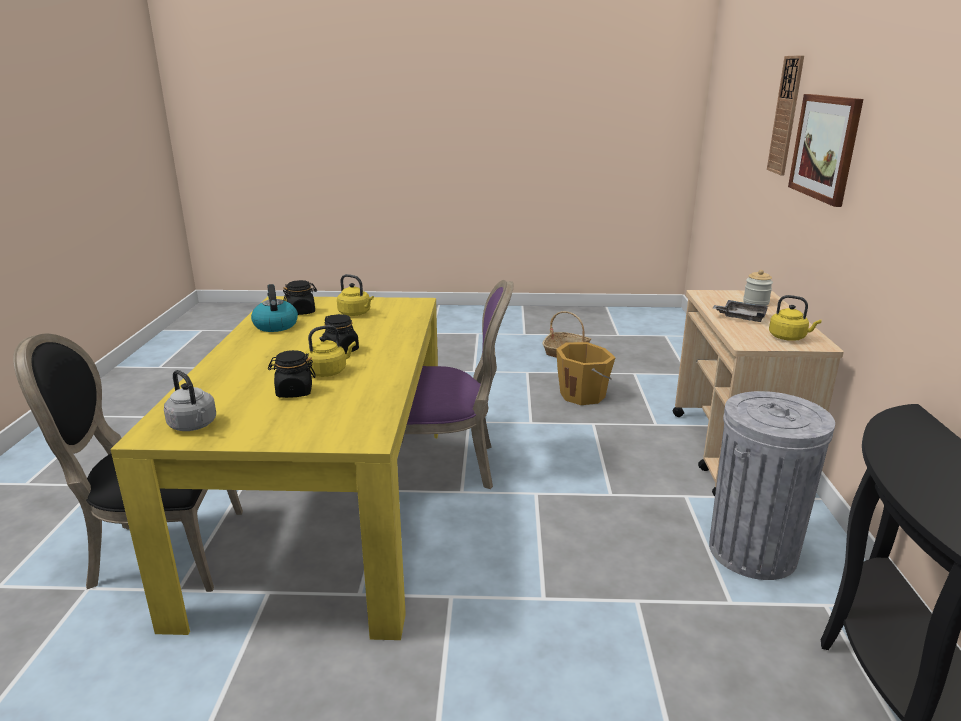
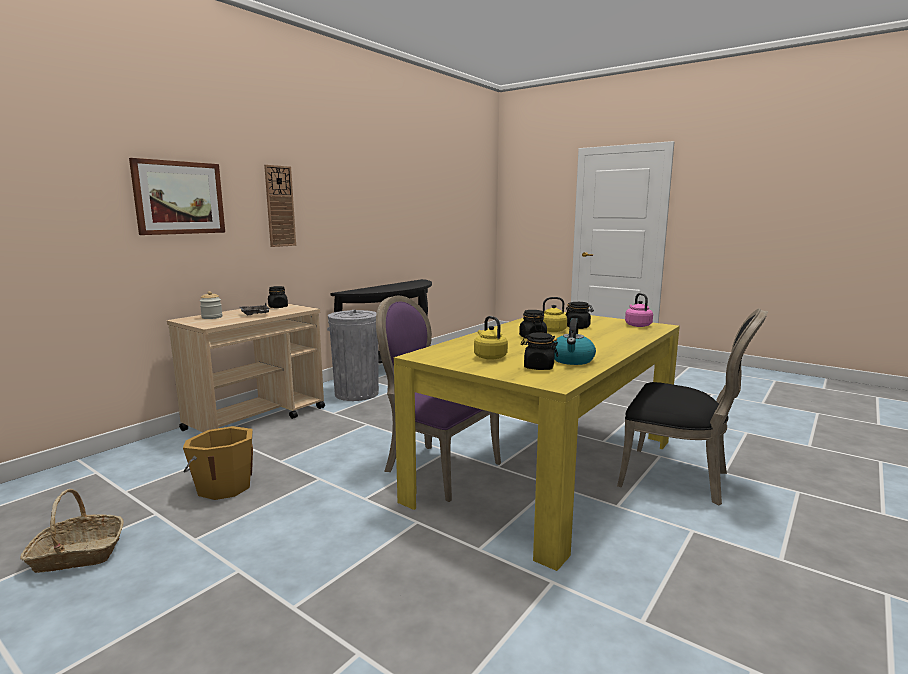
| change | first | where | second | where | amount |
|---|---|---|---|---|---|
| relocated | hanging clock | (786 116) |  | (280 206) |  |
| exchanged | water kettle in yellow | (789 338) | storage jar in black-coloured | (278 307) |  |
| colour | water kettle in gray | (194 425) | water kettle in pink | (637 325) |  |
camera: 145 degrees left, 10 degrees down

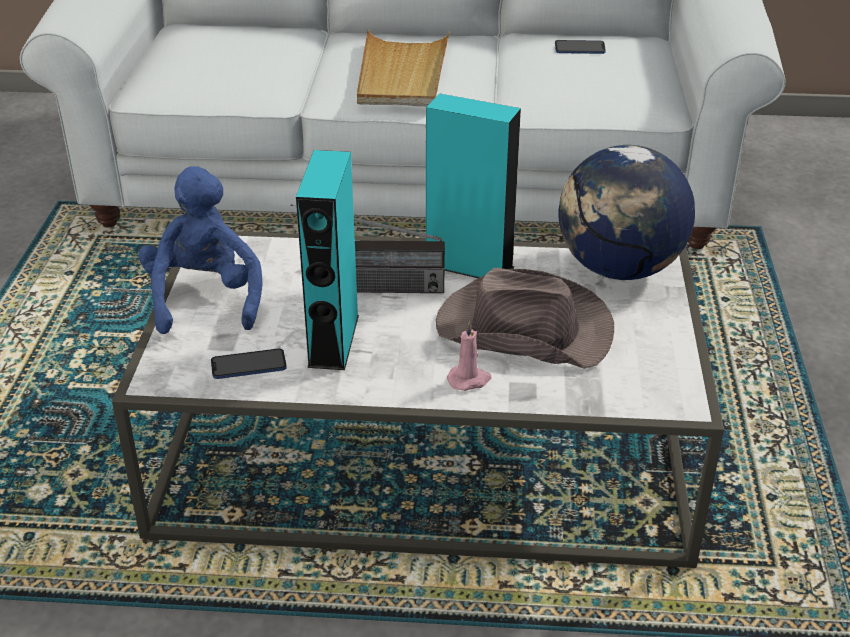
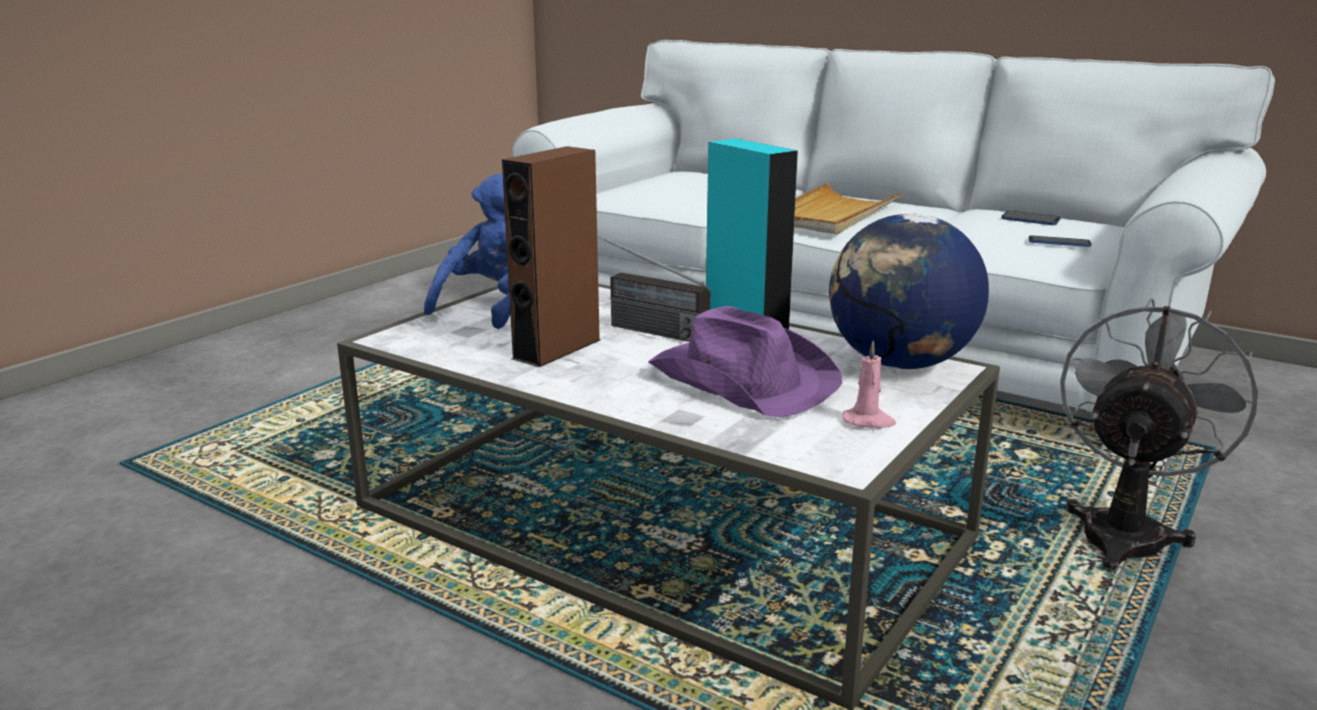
| change | first | where | second | where | amount |
|---|---|---|---|---|---|
| colour | audio speaker in turquoise | (333 340) | audio speaker in brown | (557 349) |  |
| colour | hat in brown | (522 328) | hat in purplish | (741 379) |  |
| relocated | candle in pink | (469 380) |  | (869 421) |  |
| relocated | telephone | (248 366) |  | (1059 243) |  |
| appeared |  |  | cooling fan in gray | (1126 532) |  |
camera: 30 degrees right, 15 degrees down

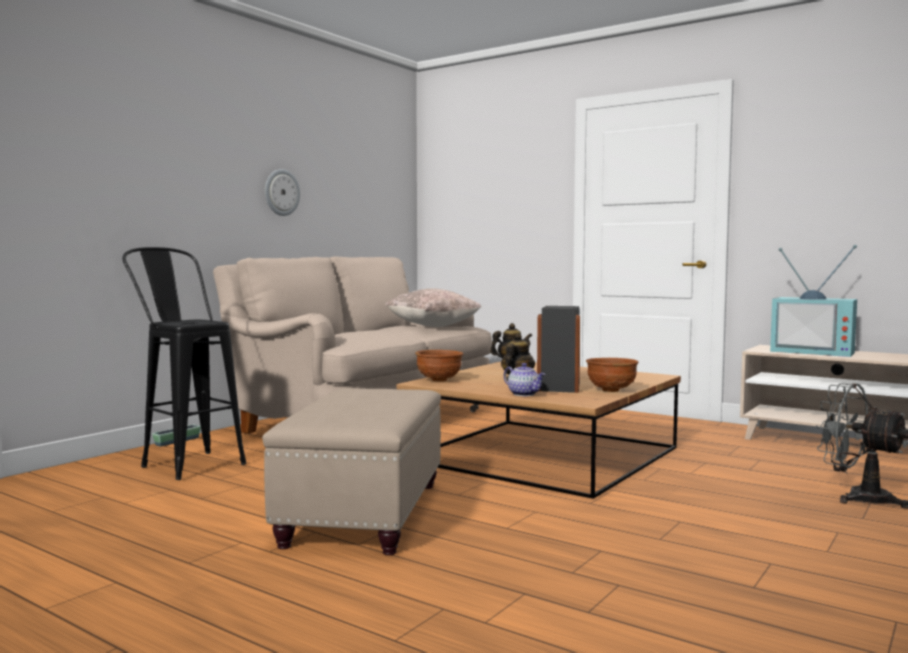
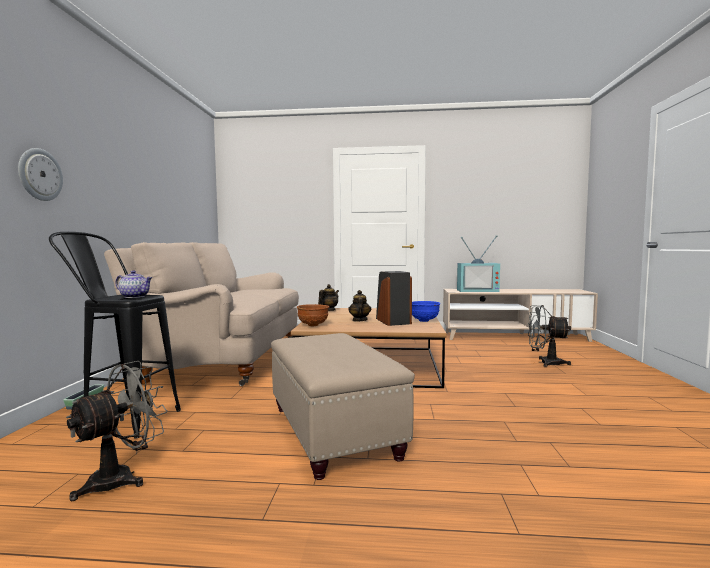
| change | first | where | second | where | amount |
|---|---|---|---|---|---|
| relocated | hanging clock | (281 192) |  | (40 174) |  |
| appeared |  |  | cooling fan in gray | (122 478) |  |
| relocated | teapot | (524 394) |  | (135 297) |  |
| colour | bowl in brown | (611 390) | bowl in bluish | (424 320) |  |
| missing | pillow in beige | (432 326) |  |  |  |
camera: 30 degrees left, 0 degrees up

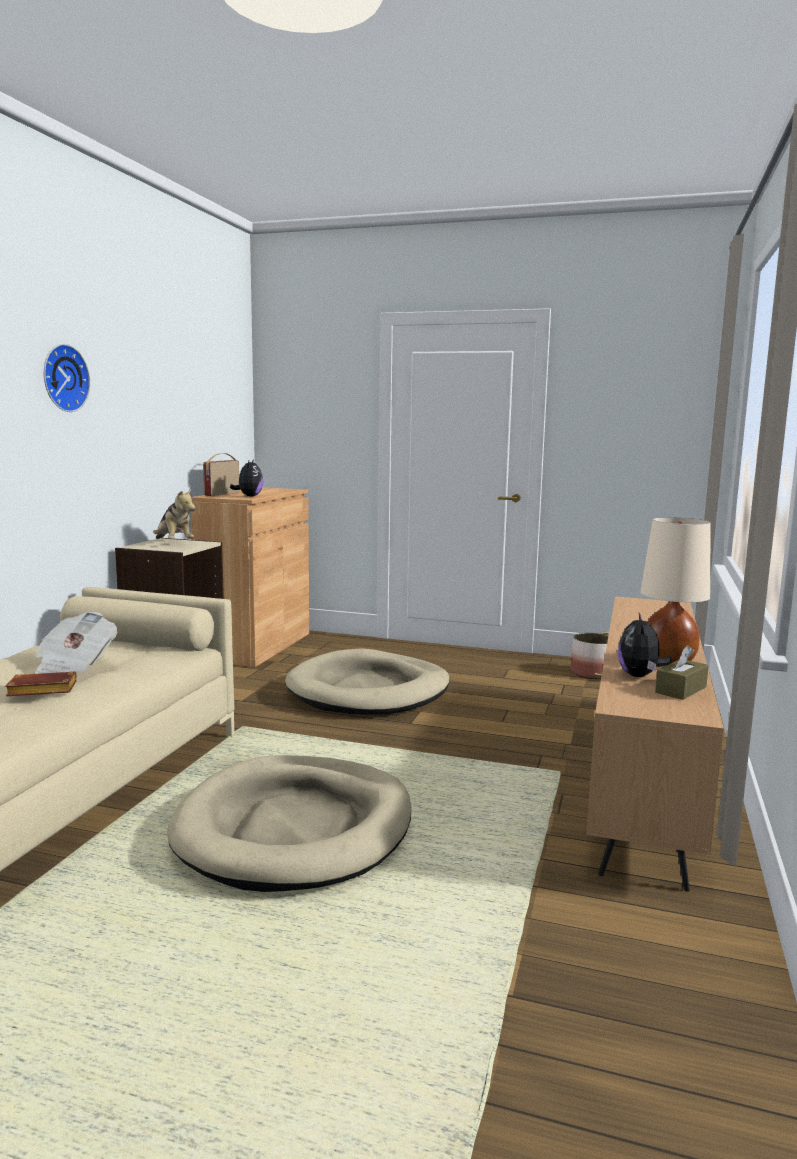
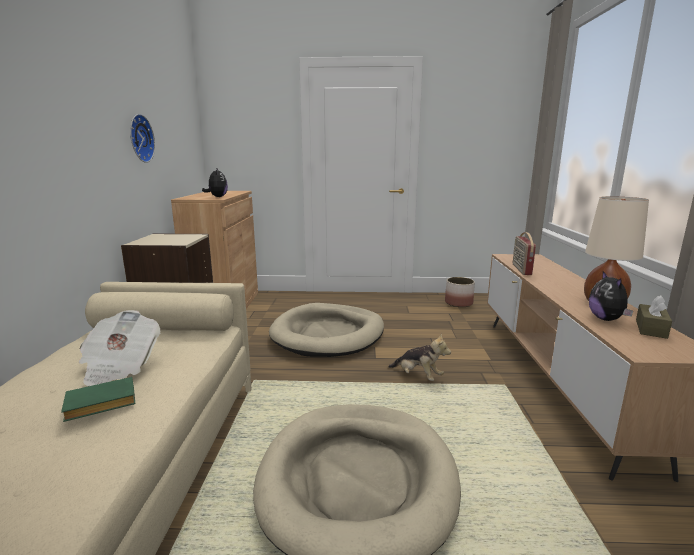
| change | first | where | second | where | amount |
|---|---|---|---|---|---|
| colour | bound book in brown | (40 691) | bound book in green-coloured | (99 405) |  |
| relocated | hanging clock | (62 378) |  | (139 138) |  |
| relocated | soft toy | (174 543) |  | (418 376) |  |
| relocated | radio set | (221 494) |  | (521 269) |  |
camera: 15 degrees left, 5 degrees up

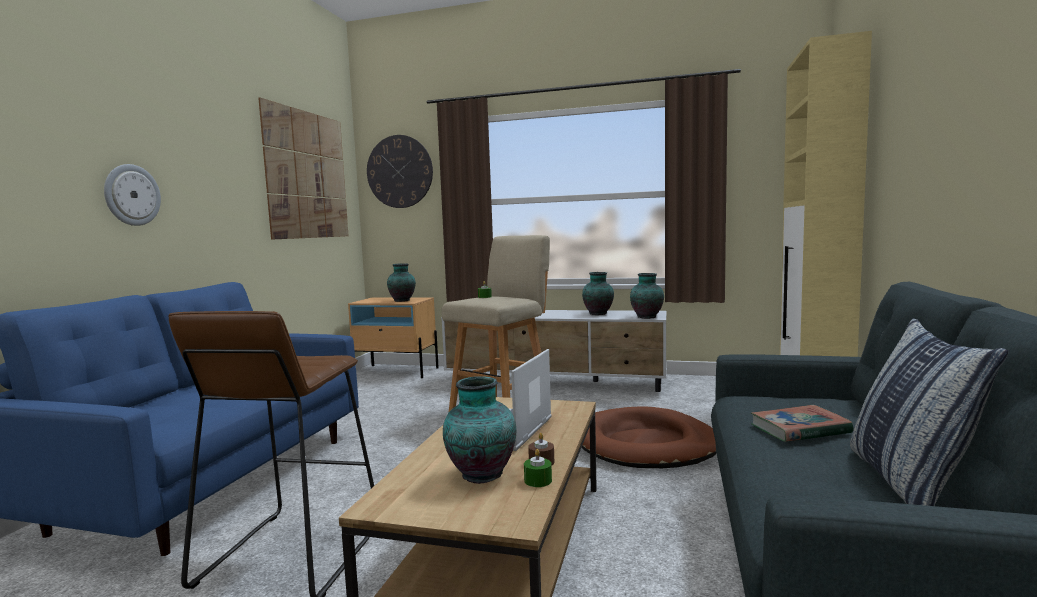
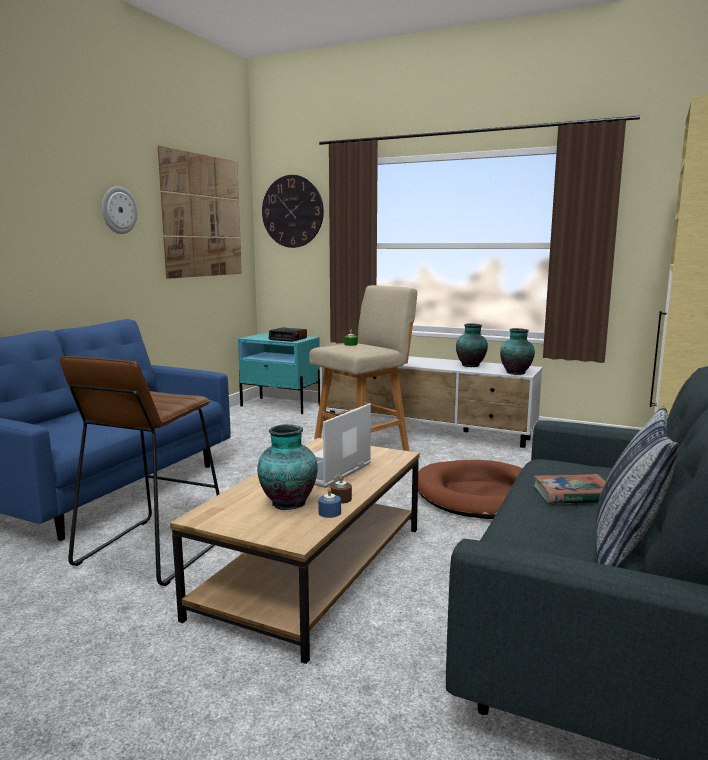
| change | first | where | second | where | amount |
|---|---|---|---|---|---|
| relocated | hanging clock | (131 195) |  | (118 210) |  |
| colour | bedside table in beige | (396 371) | bedside table in turquoise | (281 405) |  |
| exchanged | decorative vase | (403 300) | bedside clock | (288 339) |  |
| colour | candle in green-coloured | (538 480) | candle in bluish | (329 512) |  |
camera: 10 degrees right, 5 degrees up

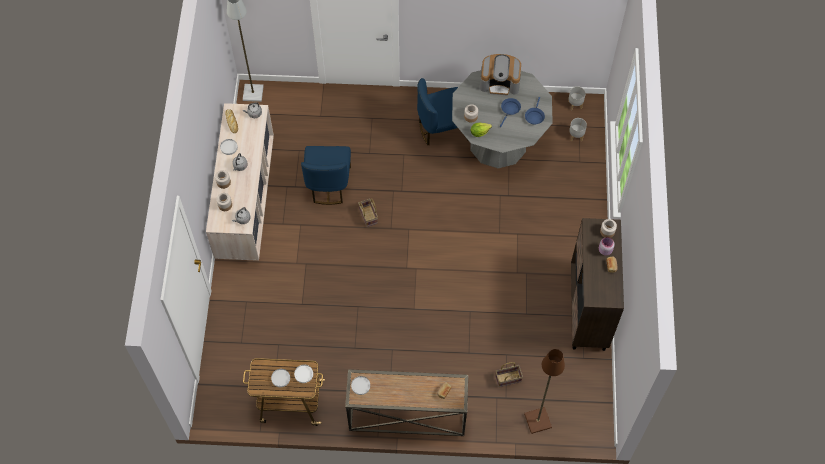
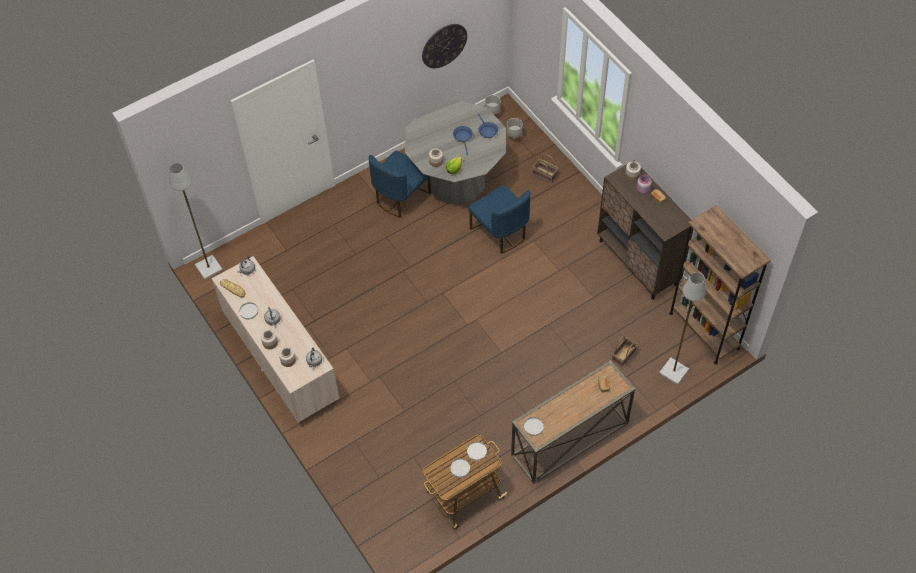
| change | first | where | second | where | amount |
|---|---|---|---|---|---|
| appeared |  |  | hanging clock | (444 45) |  |
| relocated | upright chair in bluish | (328 184) |  | (500 232) |  |
| relocated | household basket | (369 216) |  | (545 175) |  |
| colour | standard lamp in brown | (537 420) | standard lamp in gray | (673 372) |  |
| appeared |  |  | shelving unit in brown | (704 330) |  |
| missing | coffee brewer | (500 82) |  |  |  |
camera: 35 degrees left, 5 degrees down

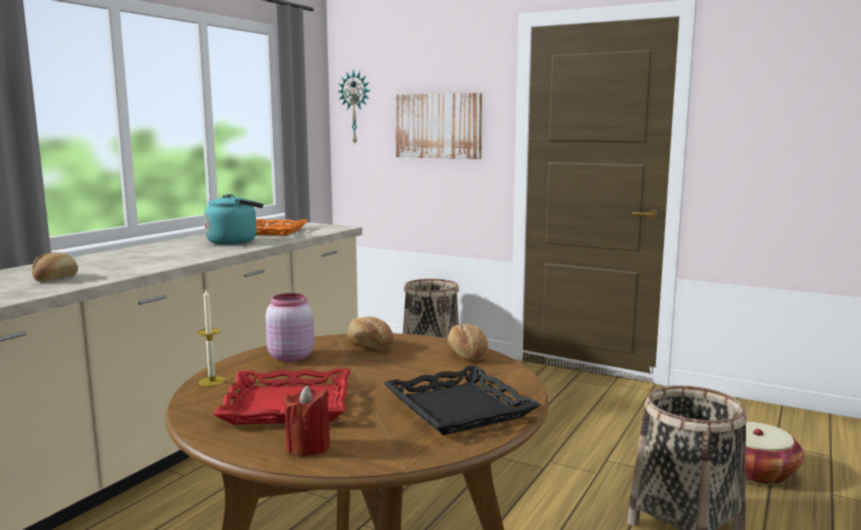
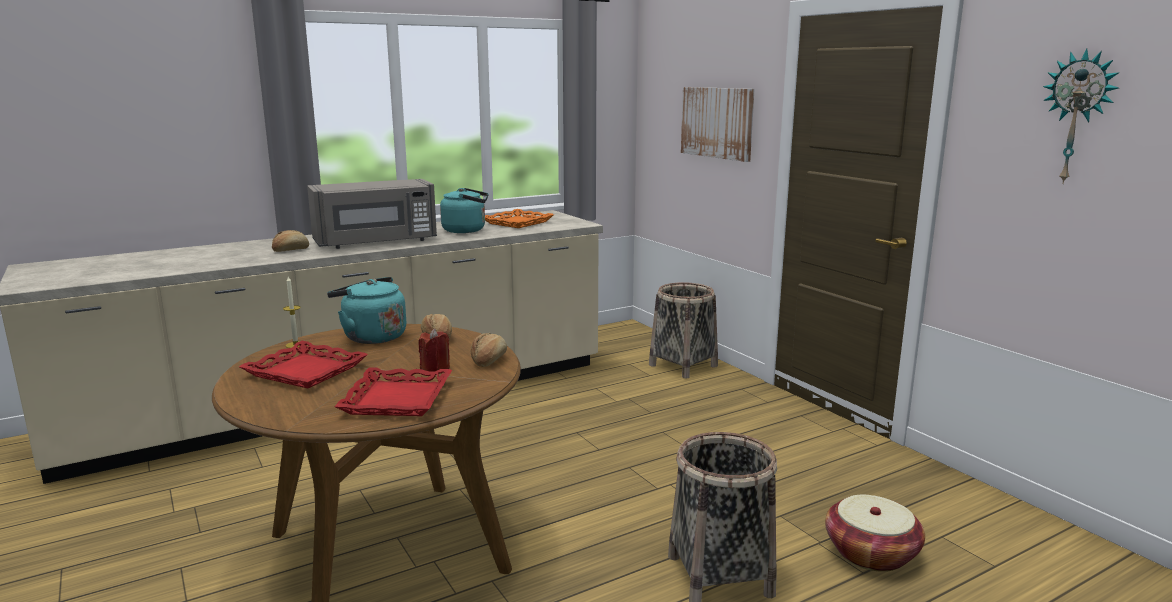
| change | first | where | second | where | amount |
|---|---|---|---|---|---|
| appeared |  |  | microwave in gray | (376 242) |  |
| exchanged | storage jar in pink | (290 357) | water kettle in turquoise | (371 337) |  |
| colour | serving tray in black-coloured | (457 408) | serving tray in red | (396 399) |  |
| relocated | candle in red | (308 447) |  | (435 368) |  |
| relocated | hanging clock | (355 107) |  | (1077 117) |  |
camera: 30 degrees right, 5 degrees up

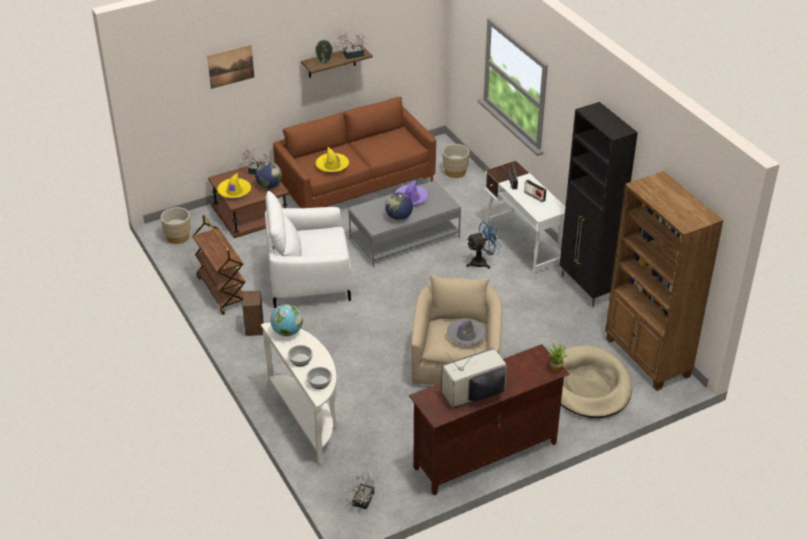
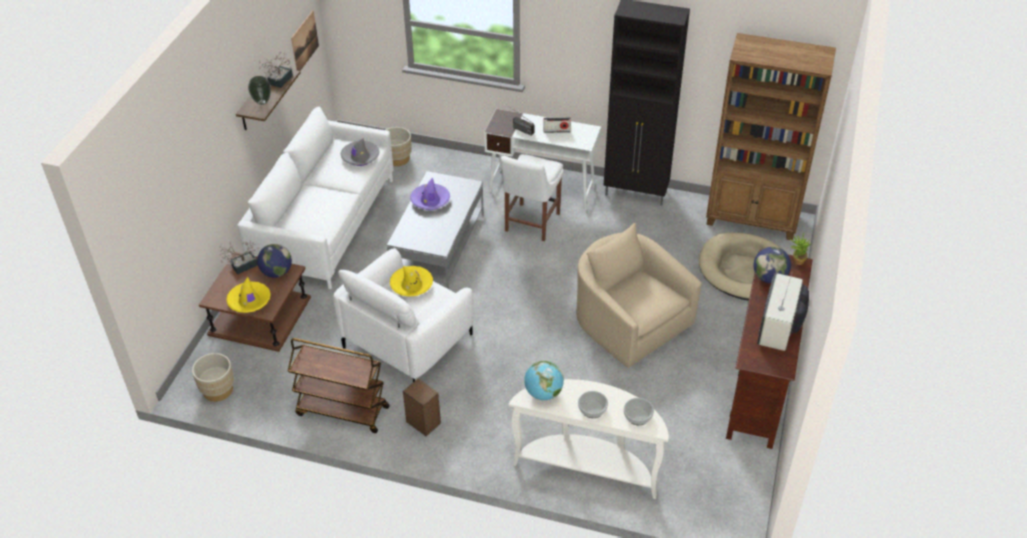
| change | first | where | second | where | amount |
|---|---|---|---|---|---|
| colour | sofa in brown | (356 185) | sofa in white | (325 224) |  |
| relocated | wall picture | (230 66) |  | (304 42) |  |
| relocated | hat in gray | (466 335) |  | (360 157) |  |
| relocated | hat in yellow | (332 166) |  | (411 285) |  |
| exchanged | cooling fan in bluish | (482 262) | upright chair in white | (530 224) |  |
| relocated | world globe | (399 217) |  | (769 278) |  |
| missing | potted plant | (362 501) |  |  |  |
camera: 45 degrees left, 5 degrees up

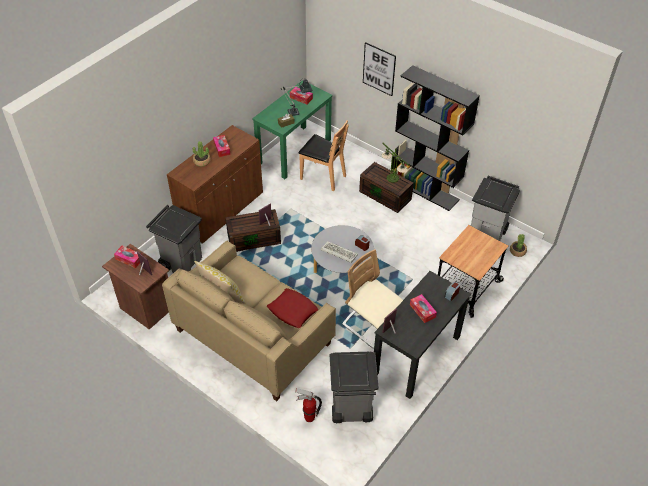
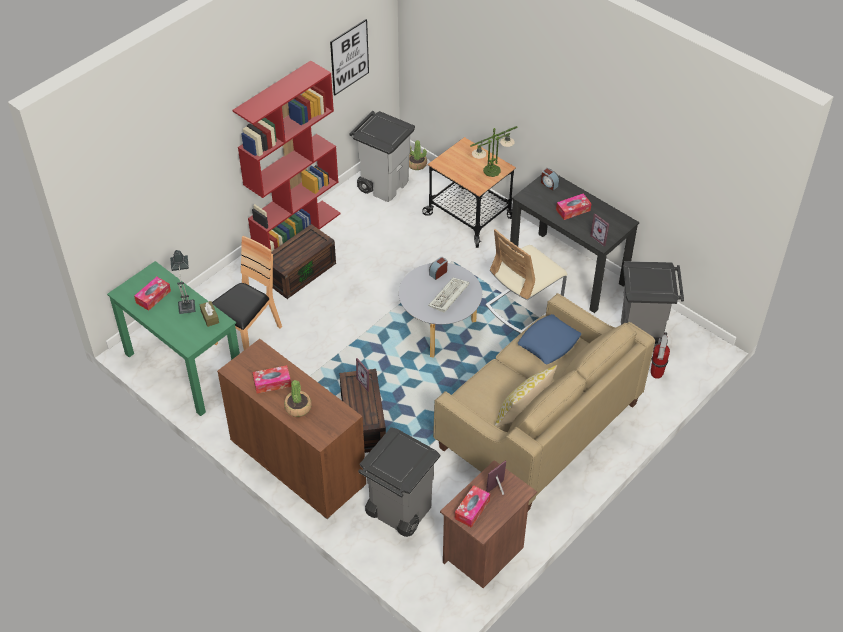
| change | first | where | second | where | amount |
|---|---|---|---|---|---|
| colour | shelving unit in black-coloured | (425 190) | shelving unit in red | (297 231) |  |
| relocated | wall picture | (379 69) |  | (349 57) |  |
| relocated | lamp for a table | (393 178) |  | (492 170) |  |
| colour | pillow in red | (292 310) | pillow in bluish | (548 343) |  |
camera: 85 degrees left, 0 degrees up

